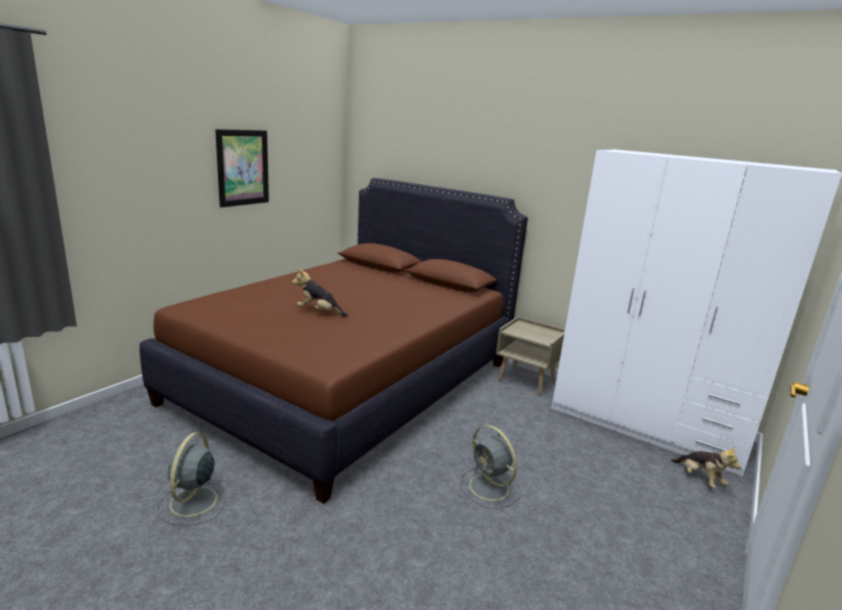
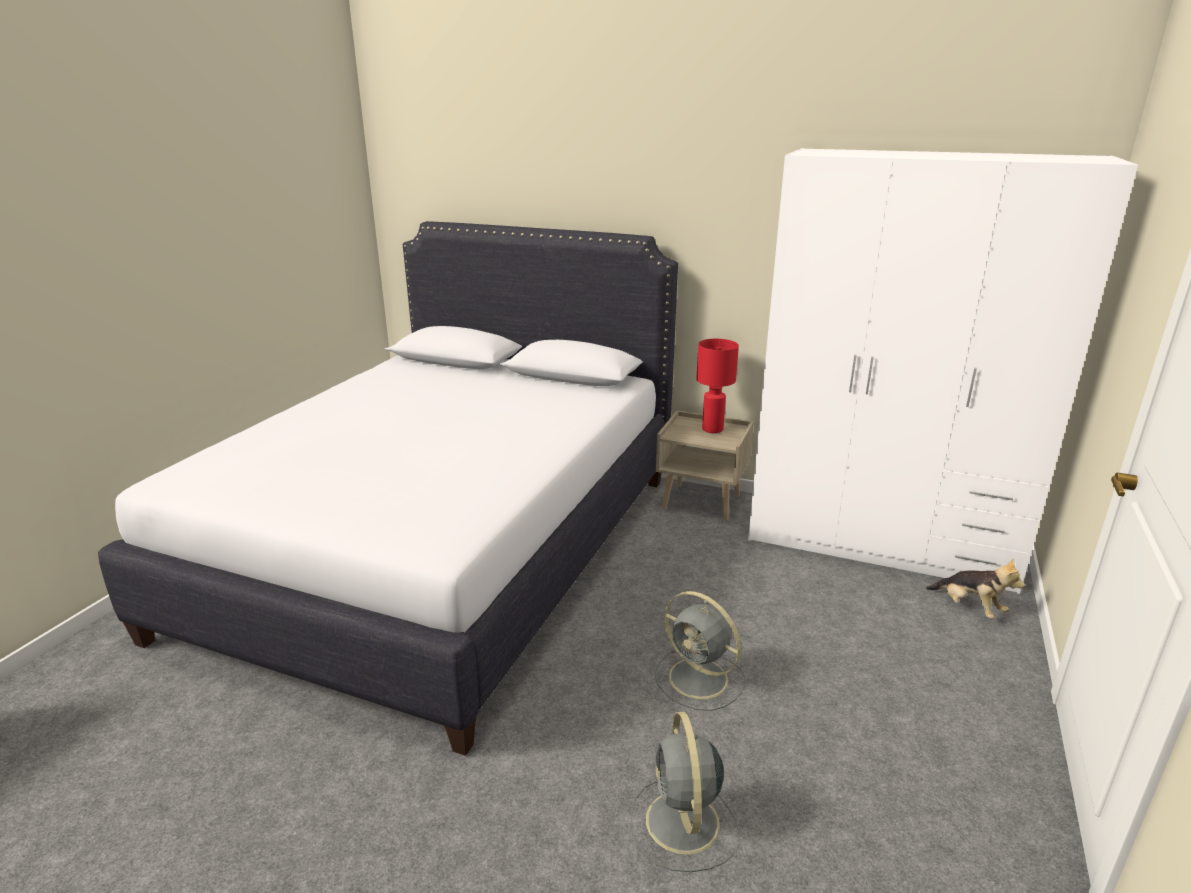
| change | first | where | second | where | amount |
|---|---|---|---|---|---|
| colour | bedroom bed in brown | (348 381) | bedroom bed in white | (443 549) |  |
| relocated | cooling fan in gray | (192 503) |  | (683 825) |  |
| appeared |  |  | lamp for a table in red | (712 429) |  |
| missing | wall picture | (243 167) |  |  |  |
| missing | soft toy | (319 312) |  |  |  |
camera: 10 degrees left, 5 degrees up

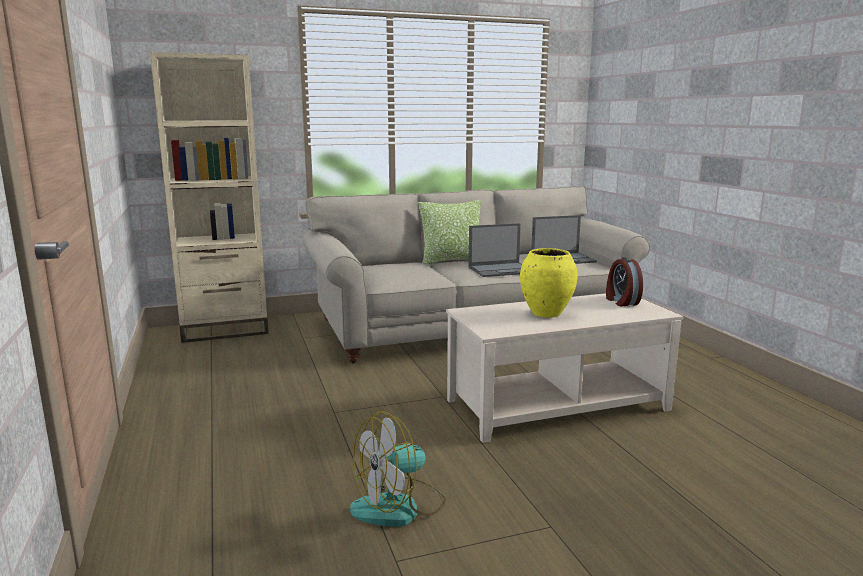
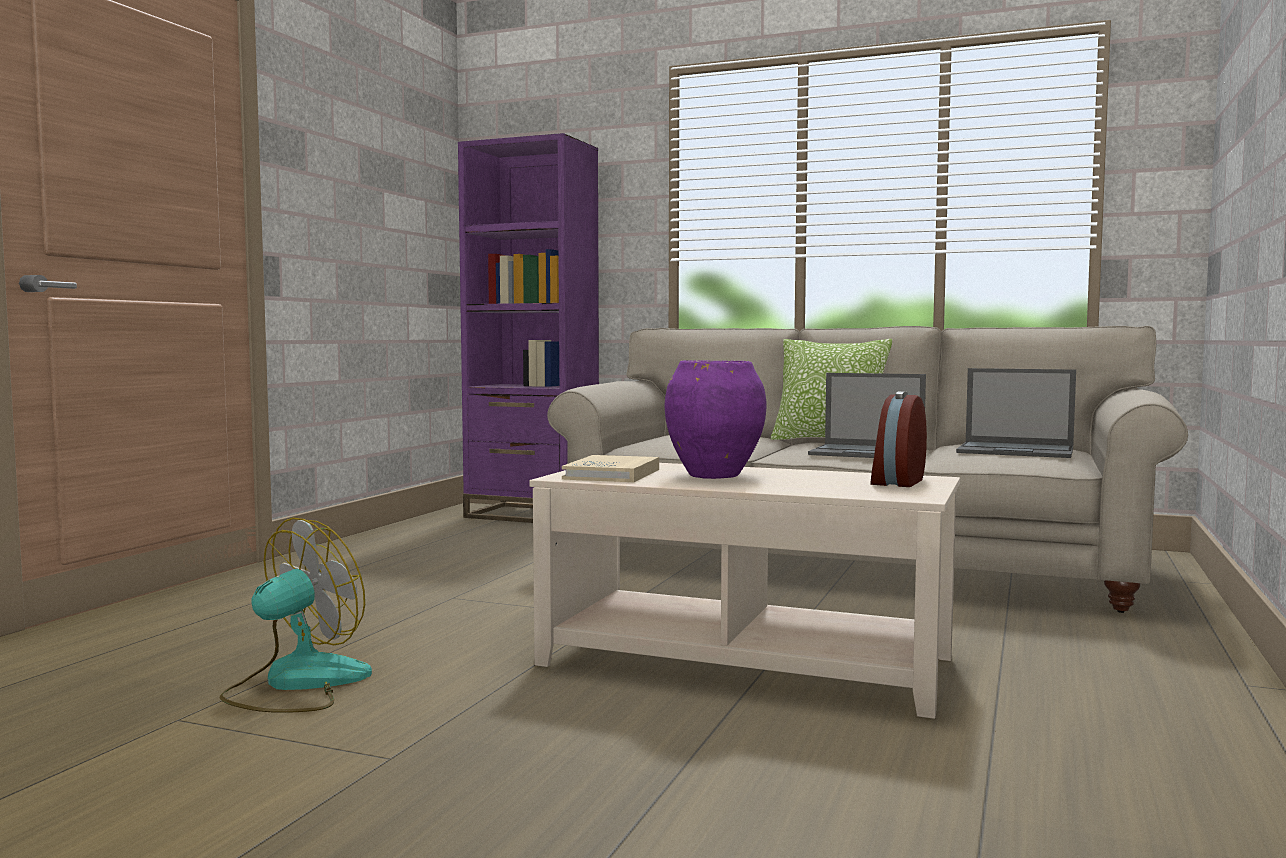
| change | first | where | second | where | amount |
|---|---|---|---|---|---|
| spun | cooling fan | (399 507) |  | (296 684) | 120 degrees clockwise |
| colour | shelving unit in beige | (225 329) | shelving unit in purplish | (532 515) |  |
| appeared |  |  | bound book in beige | (612 474) |  |
| colour | decorative vase in yellow | (545 313) | decorative vase in purplish | (713 476) |  |
camera: 40 degrees right, 10 degrees down

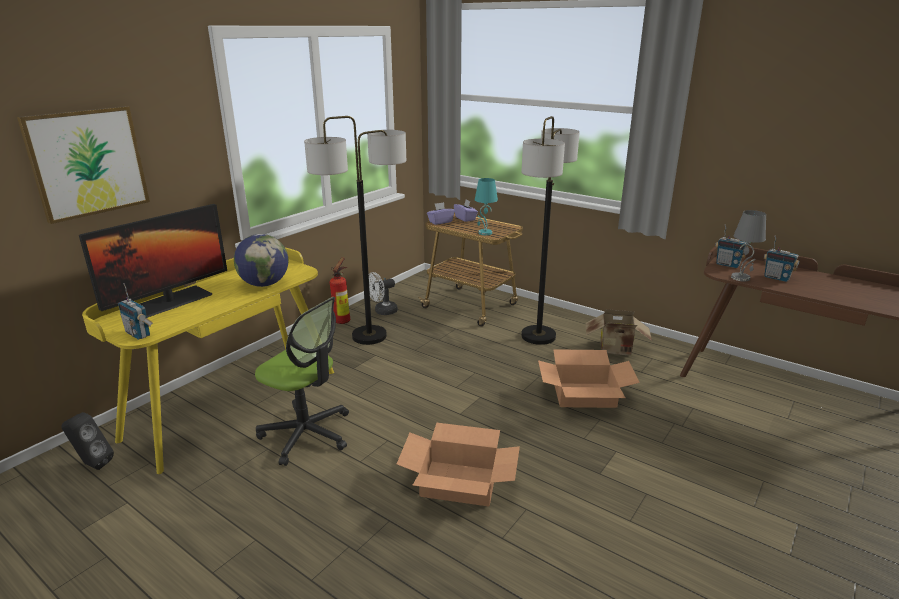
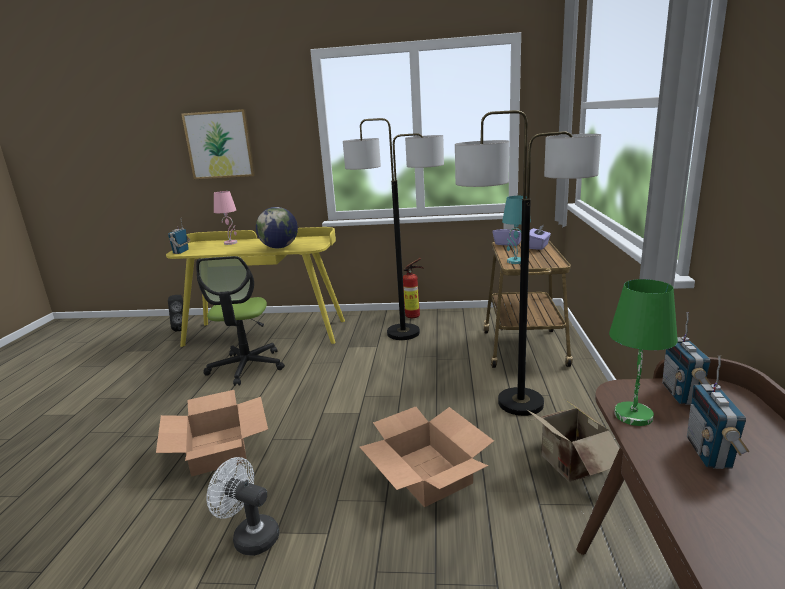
| change | first | where | second | where | amount |
|---|---|---|---|---|---|
| relocated | cooling fan in white | (382 311) |  | (250 536) |  |
| exchanged | computer display | (170 302) | lamp for a table in pink | (231 243) |  |
| colour | lamp for a table in gray | (741 278) | lamp for a table in green-coloured | (634 416) |  |
camera: 60 degrees right, 5 degrees down

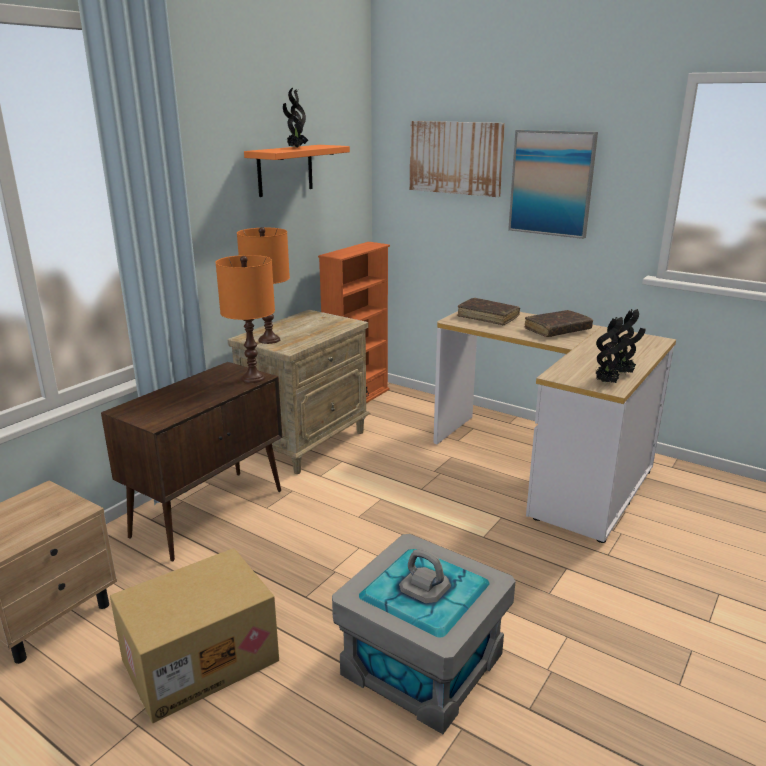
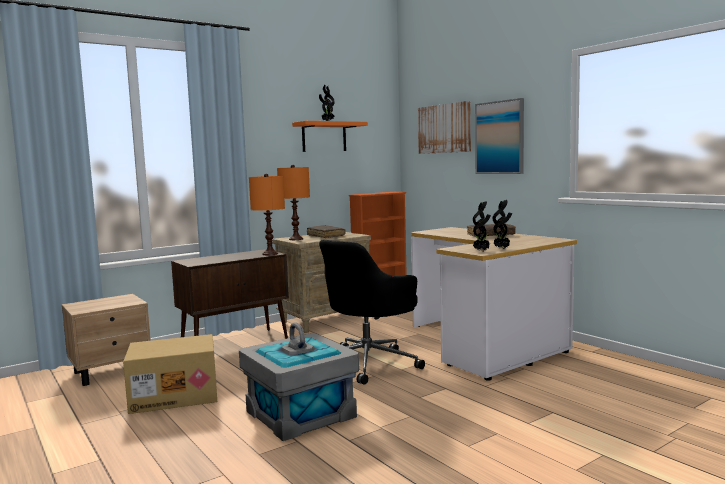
| change | first | where | second | where | amount |
|---|---|---|---|---|---|
| relocated | bound book in brown | (488 317) |  | (325 236) |  |
| appeared |  |  | desk chair in black-coloured | (369 363) |  |
camera: 20 degrees right, 15 degrees down

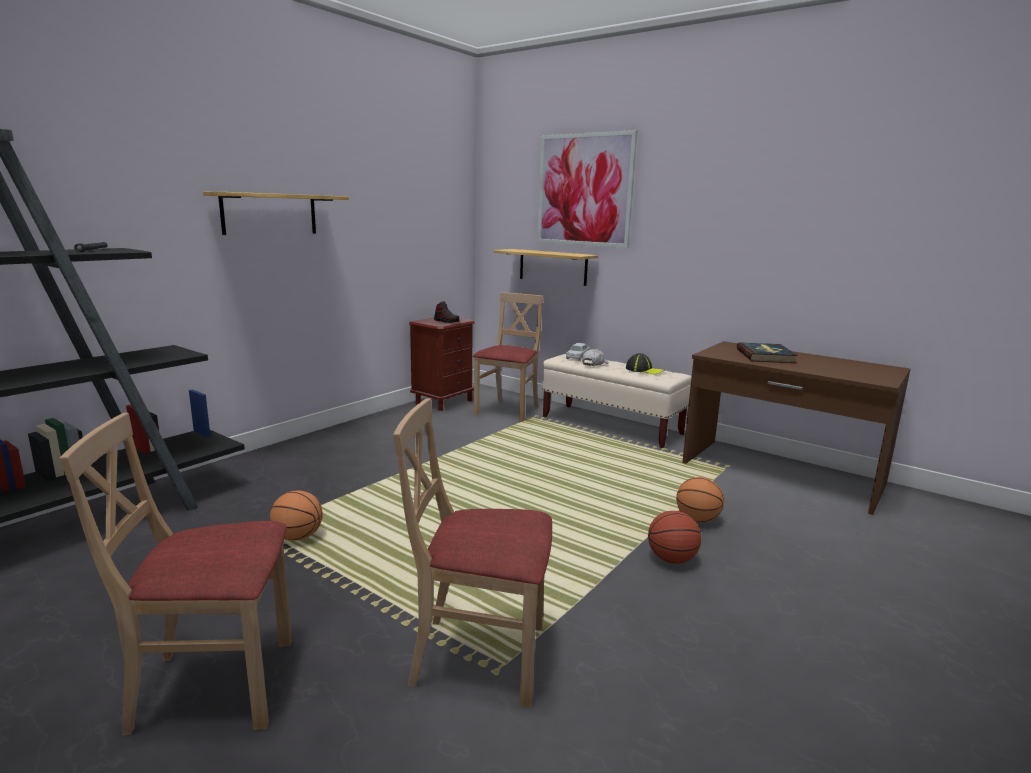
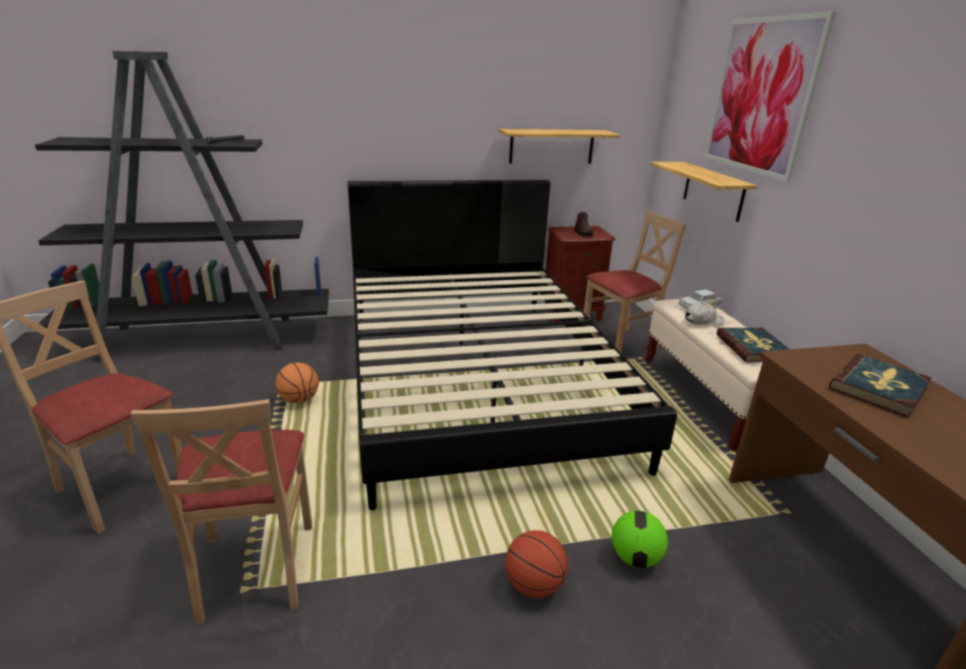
| change | first | where | second | where | amount |
|---|---|---|---|---|---|
| spun | upright chair in beige | (479 656) |  | (255 569) | 150 degrees counterclockwise |
| appeared |  |  | bedroom bed in black-coloured | (477 379) |  |
| relocated | bracket shelf | (270 214) |  | (551 146) |  |
| exchanged | basketball | (697 520) | football | (635 558) |  |
| exchanged | cap | (644 370) | bound book | (753 348) |  |
camera: 40 degrees right, 10 degrees up

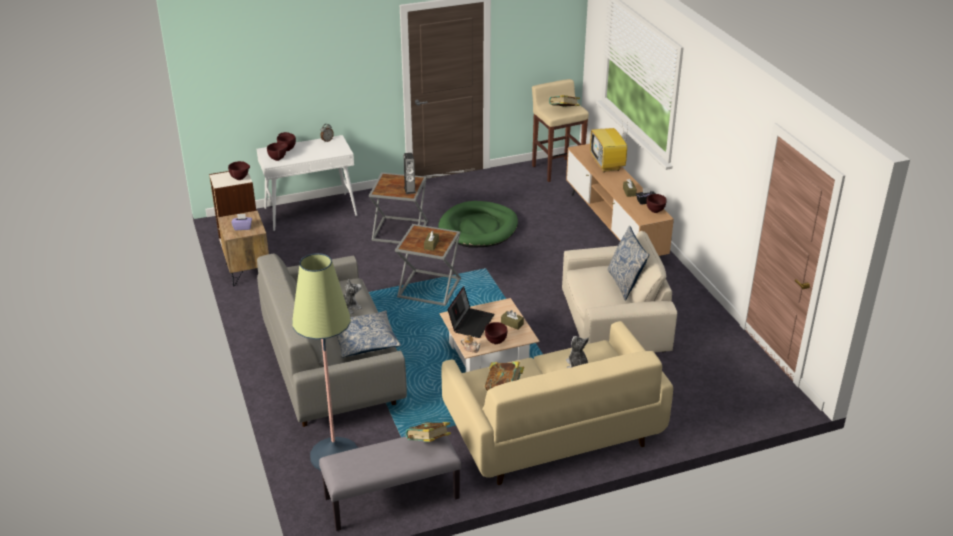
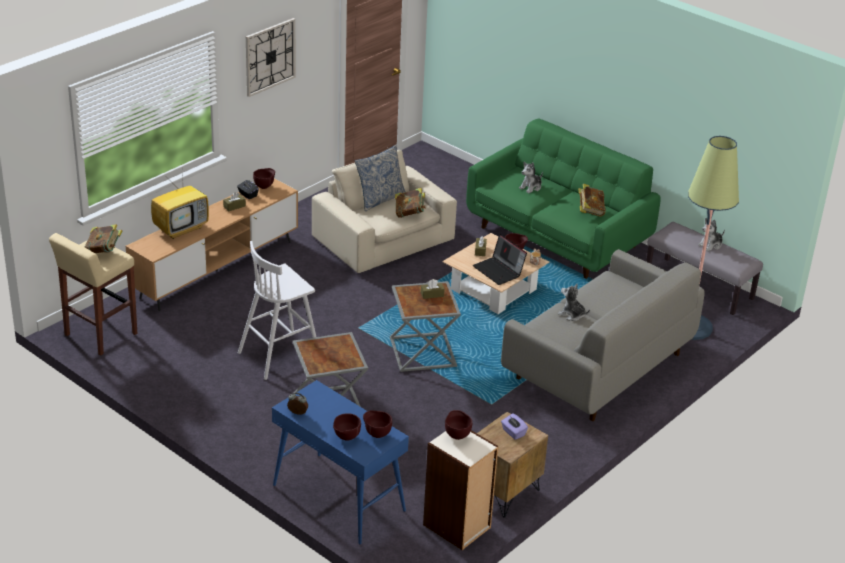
| change | first | where | second | where | amount |
|---|---|---|---|---|---|
| exchanged | dog bed in green-coloured | (478 228) | stool in white | (280 355) |  |
| appeared |  |  | hanging clock | (270 57) |  |
| colour | console table in white | (311 212) | console table in bluish | (338 498) |  |
| relocated | bound book | (428 443) |  | (409 213) |  |
| colour | sofa in beige | (552 432) | sofa in green-coloured | (557 237) |  |
| spun | portable computer | (471 322) |  | (499 271) | 120 degrees counterclockwise |
| appeared |  |  | soft toy | (710 245) |  |
| missing | pillow | (365 341) |  |  |  |
| missing | audio speaker | (410 190) |  |  |  |
camera: 120 degrees left, 0 degrees up

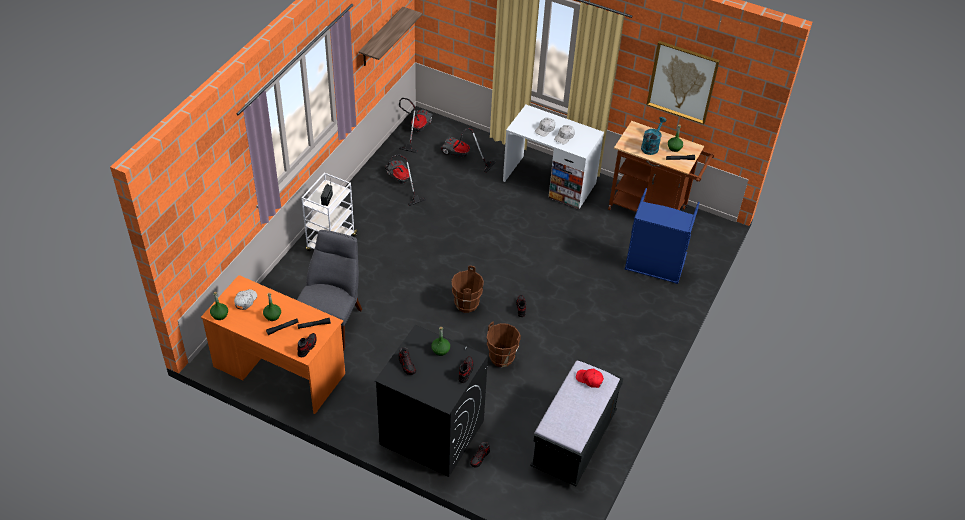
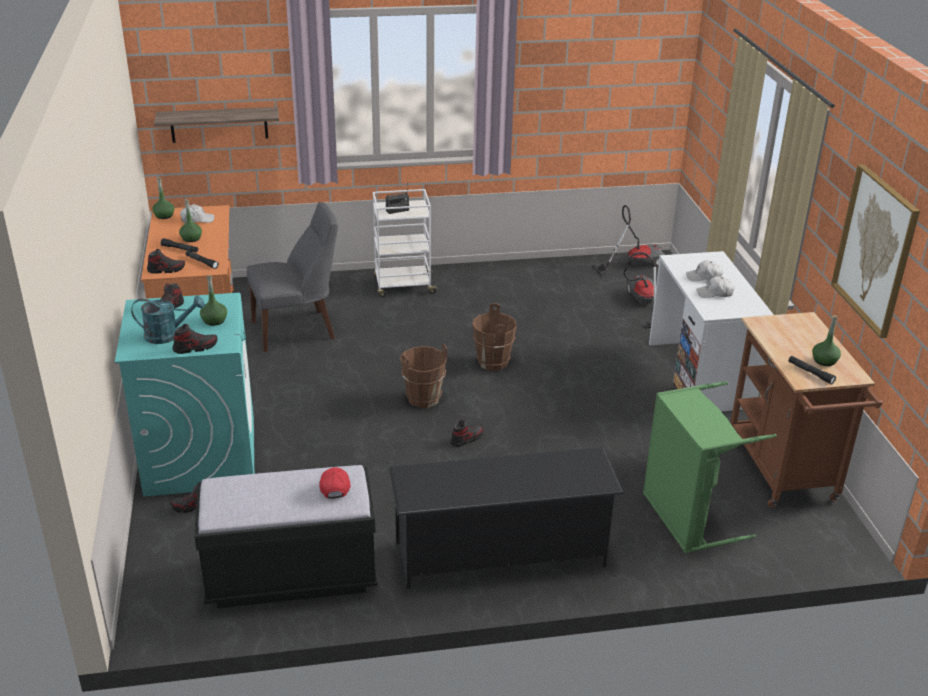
| change | first | where | second | where | amount |
|---|---|---|---|---|---|
| colour | laundry appliance in black-coloured | (431 432) | laundry appliance in turquoise | (200 455) |  |
| relocated | sprinkling can in turquoise | (651 146) |  | (168 335) |  |
| relocated | bracket shelf | (381 38) |  | (219 124) |  |
| appeared |  |  | shoe stand in black-coloured | (501 554) |  |
| relocated | pail in brown | (501 358) |  | (492 362) |  |
| colour | hamper in bluish | (654 266) | hamper in green-coloured | (686 518) |  |
| missing | hoover | (400 183) |  |  |  |
camera: 55 degrees right, 15 degrees down

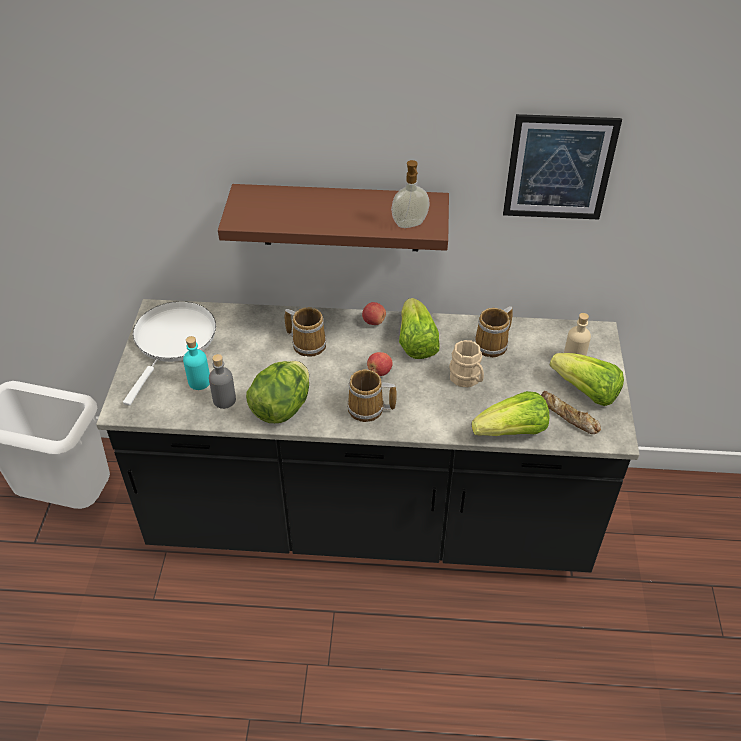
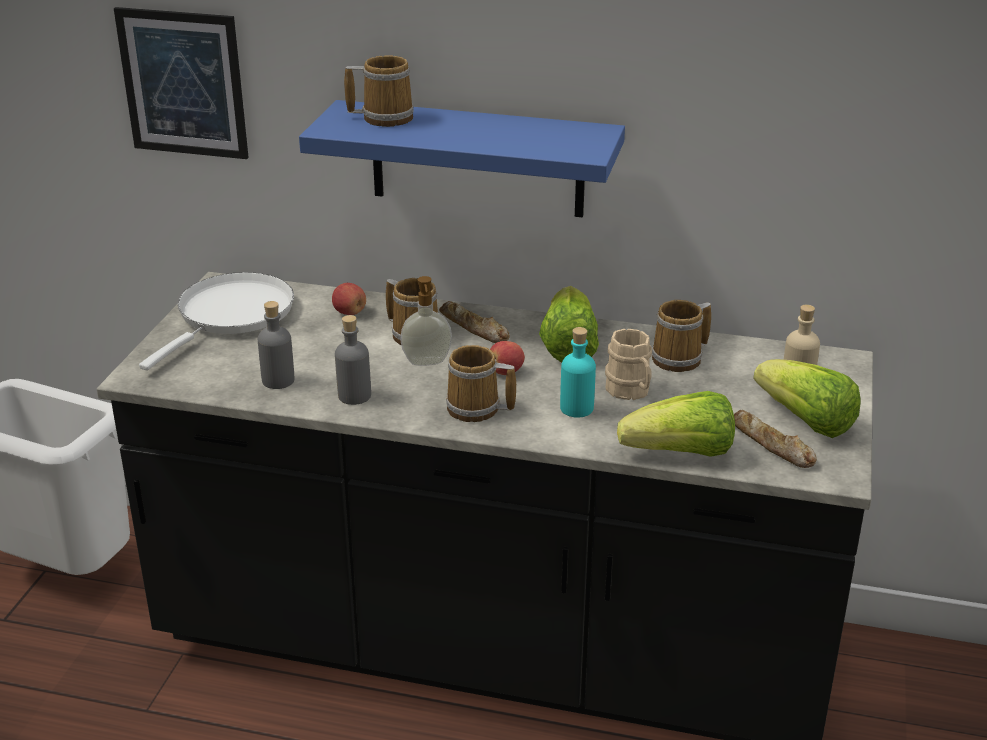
| change | first | where | second | where | amount |
|---|---|---|---|---|---|
| relocated | wall picture | (559 168) |  | (183 83) |  |
| colour | bracket shelf in brown | (340 218) | bracket shelf in bluish | (477 159) |  |
| relocated | whole apple | (373 321) |  | (349 312) |  |
| exchanged | lettuce | (281 408) | bottle in gray | (354 396) |  |
| appeared |  |  | mug | (384 117) |  |
| relocated | soap dispenser | (410 224) |  | (427 362) |  |
| appeared |  |  | bakery bread | (473 329) |  |
| relocated | bottle in turquoise | (199 382) |  | (576 408) |  |
camera: 10 degrees right, 15 degrees down

